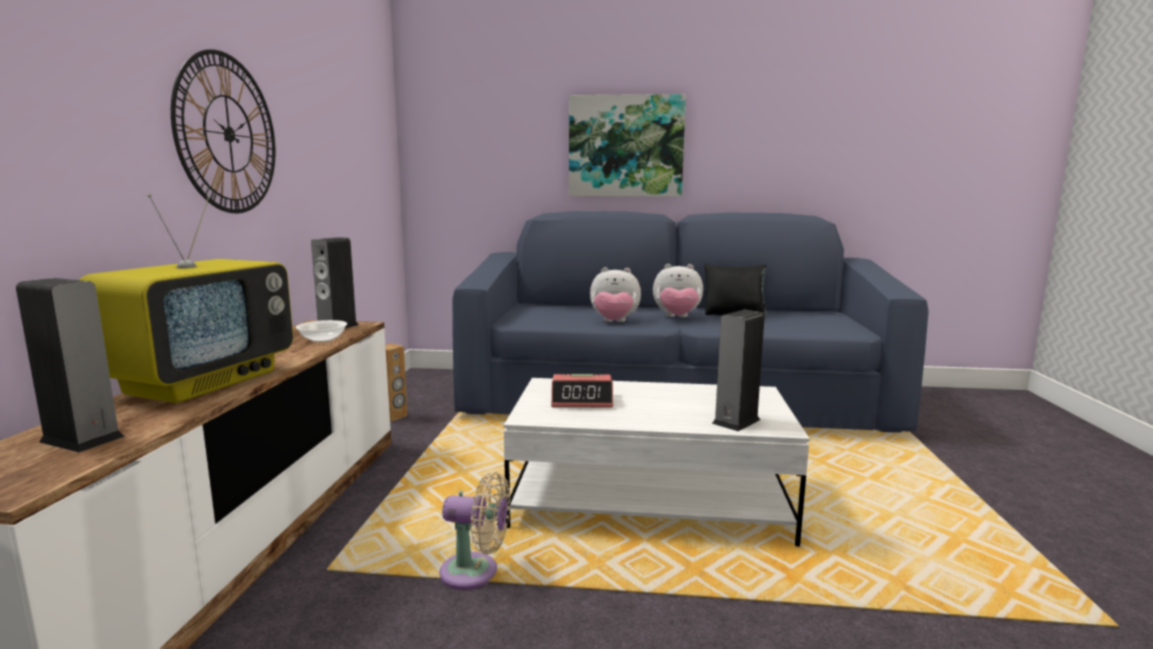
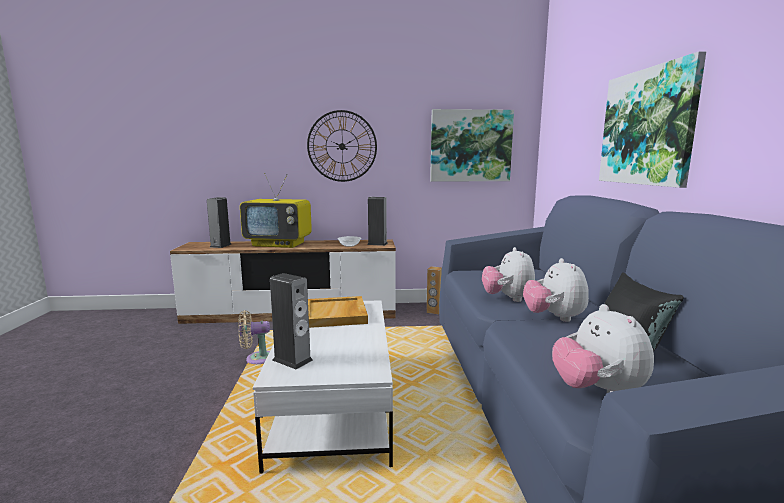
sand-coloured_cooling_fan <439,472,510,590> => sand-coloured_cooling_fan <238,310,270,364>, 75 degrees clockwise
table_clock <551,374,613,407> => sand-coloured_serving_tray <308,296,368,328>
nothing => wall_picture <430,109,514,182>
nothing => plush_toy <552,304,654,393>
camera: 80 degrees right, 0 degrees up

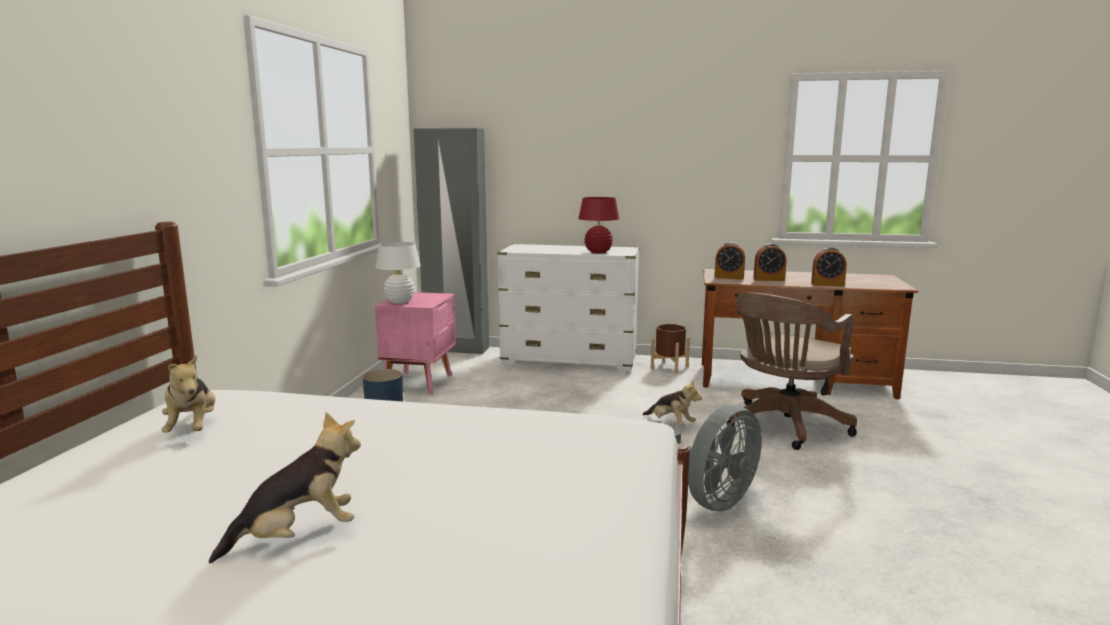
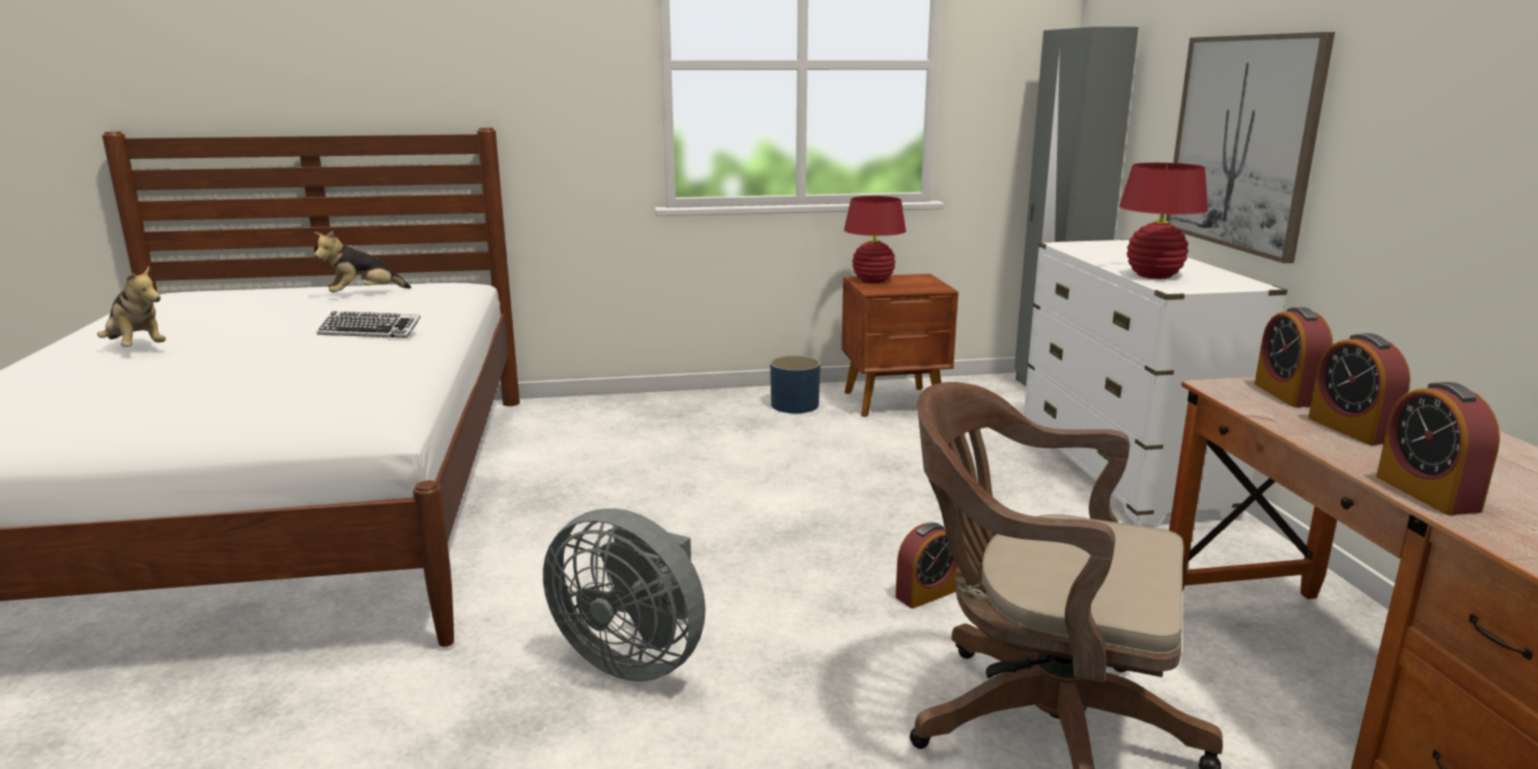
nothing => PC_keyboard <316,311,421,338>
pink_nightstand <375,292,456,395> => brown-coloured_nightstand <842,274,958,417>
whitish_tabletop_lamp <375,242,421,304> => reddish_tabletop_lamp <844,196,906,283>
plush_toy <642,380,702,425> => table_clock <895,523,958,609>
nothing => wall_picture <1166,32,1335,263>
brown-coloured_flower_pot <651,324,690,374> => nothing
camera: 70 degrees right, 5 degrees up

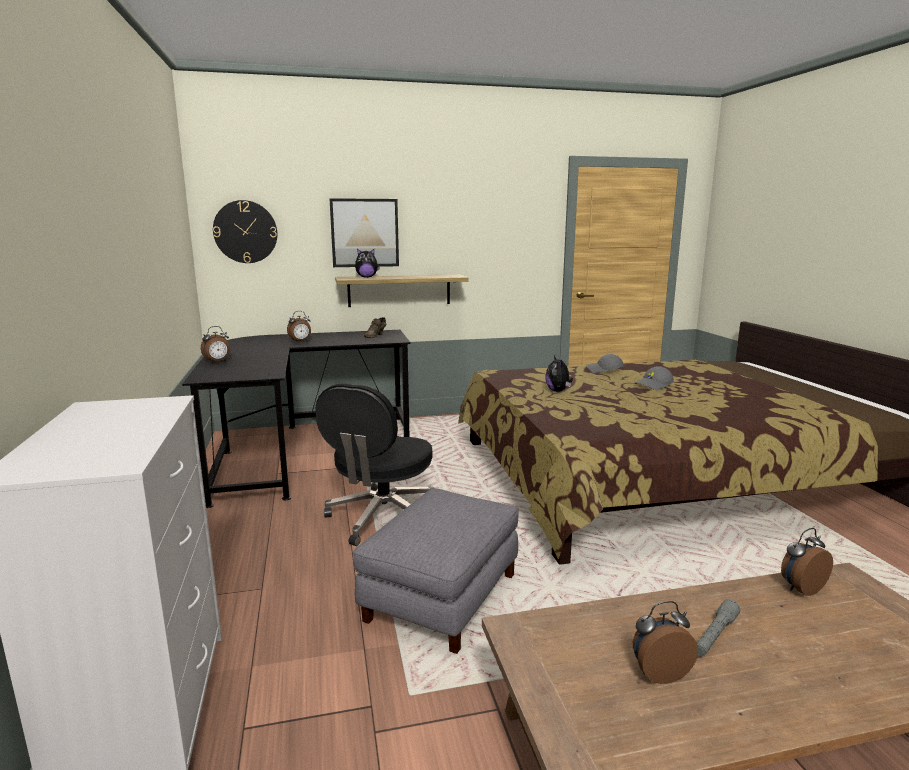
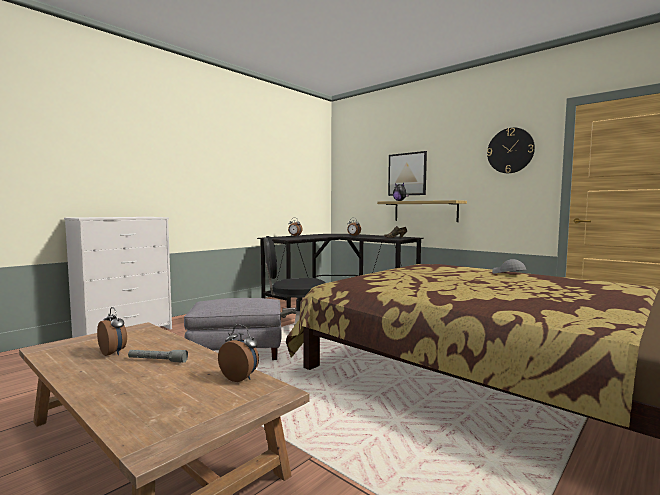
hanging_clock <213,200,277,263> => hanging_clock <487,128,535,173>, shifted
plush_toy <545,355,573,392> => nothing
gray_peaked_cap <634,366,674,390> => nothing
camera: 55 degrees right, 10 degrees down

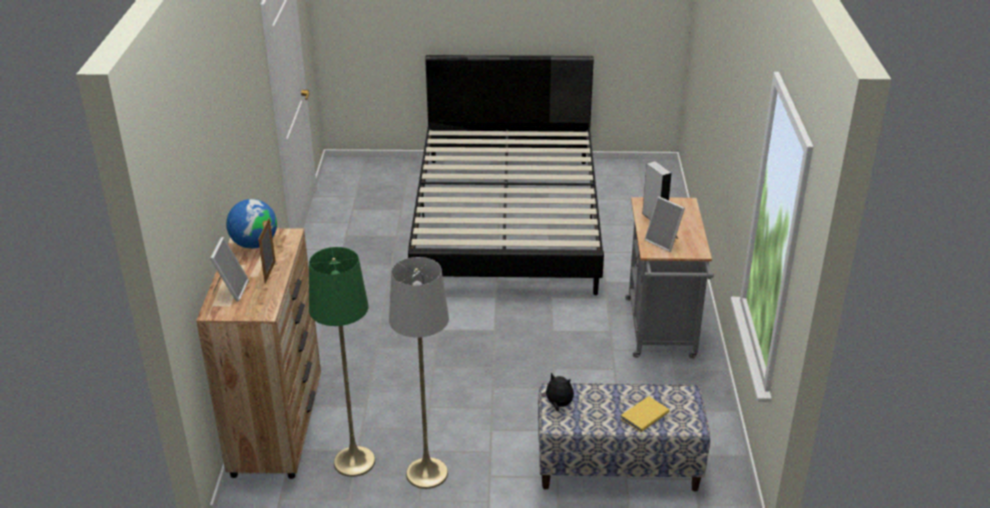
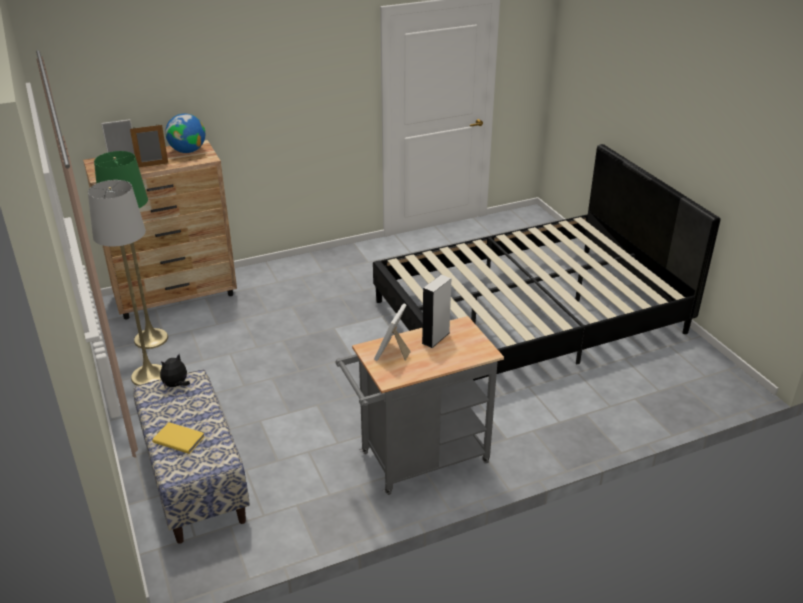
plush_toy <541,373,574,411> => plush_toy <160,354,190,387>, 135 degrees counterclockwise
camera: 65 degrees right, 0 degrees up

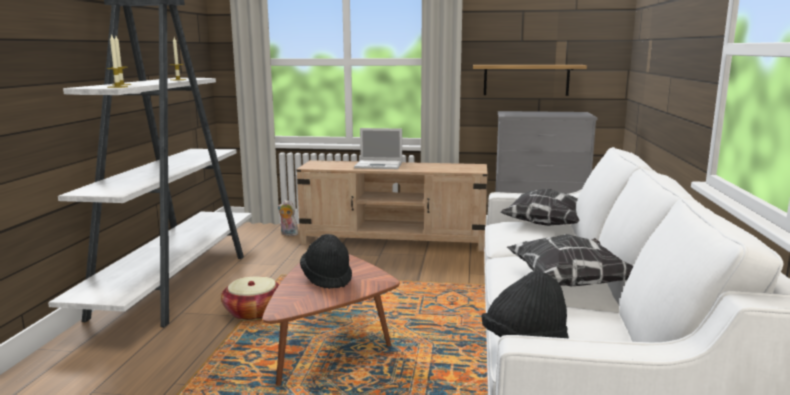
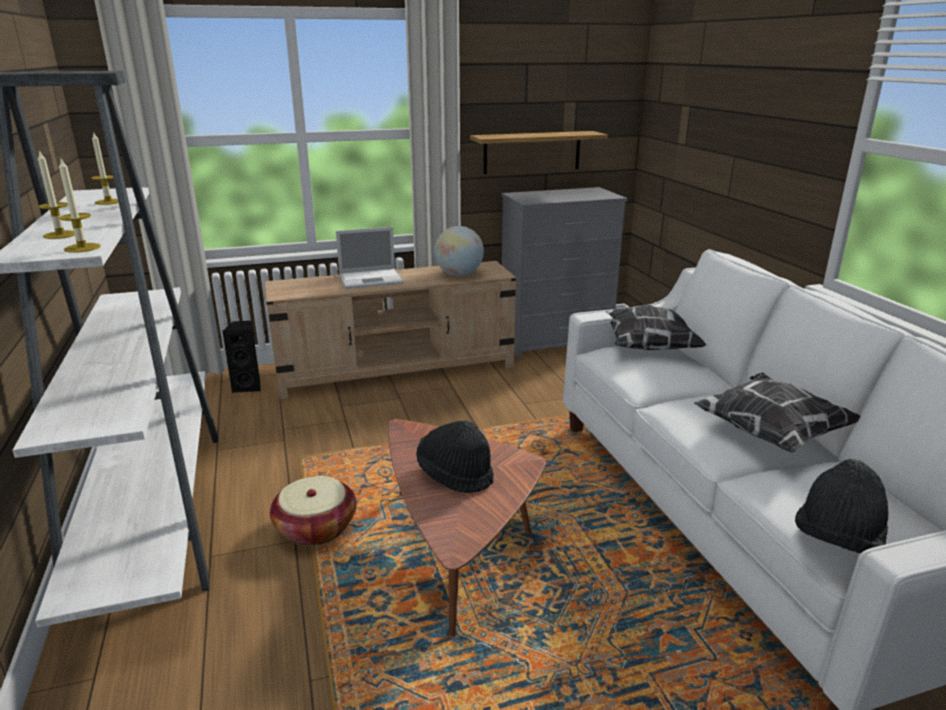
plush_toy <278,200,298,236> => black_audio_speaker <222,321,261,393>
nothing => desk_globe <434,226,484,276>
camera: 25 degrees left, 10 degrees up

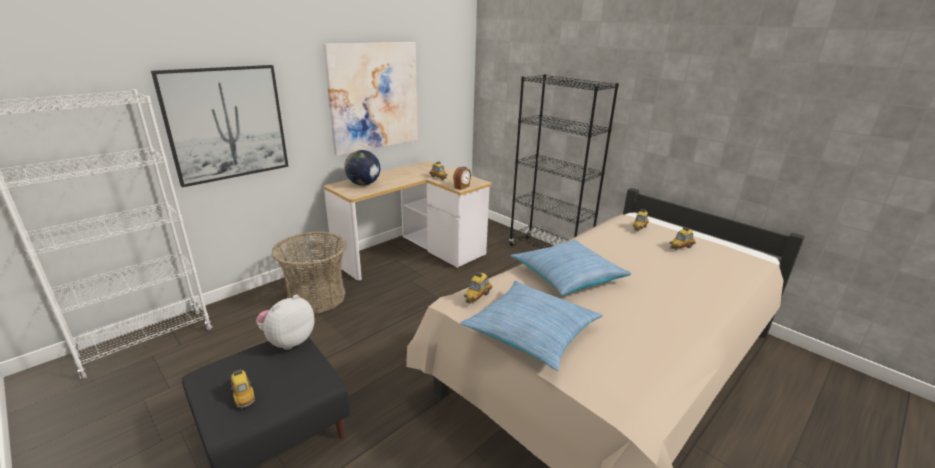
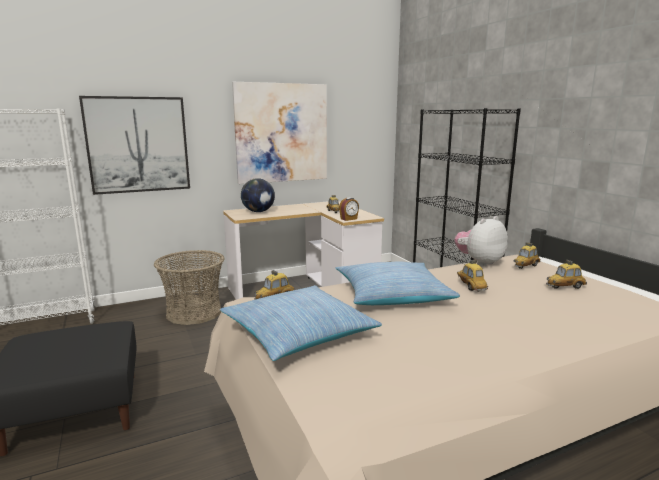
plush_toy <256,295,315,350> => plush_toy <455,216,508,266>, shifted
model_car <230,369,255,410> => model_car <457,260,488,292>, shifted
camera: 20 degrees right, 10 degrees down

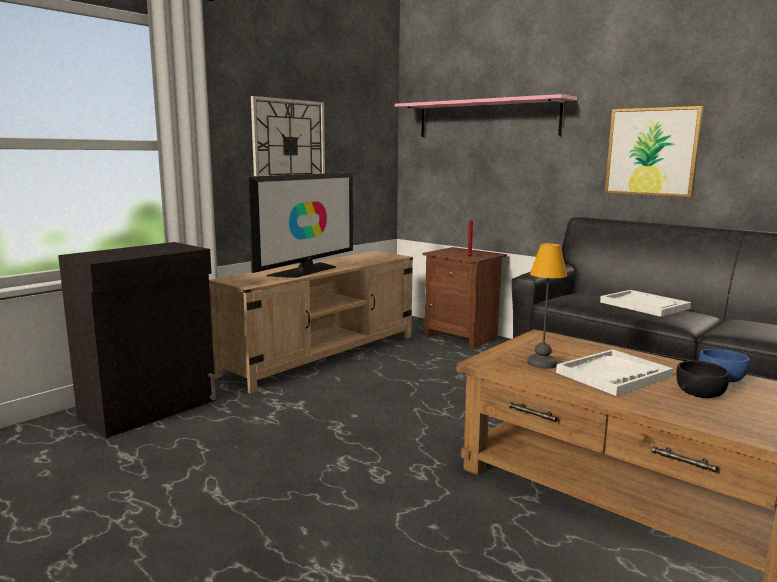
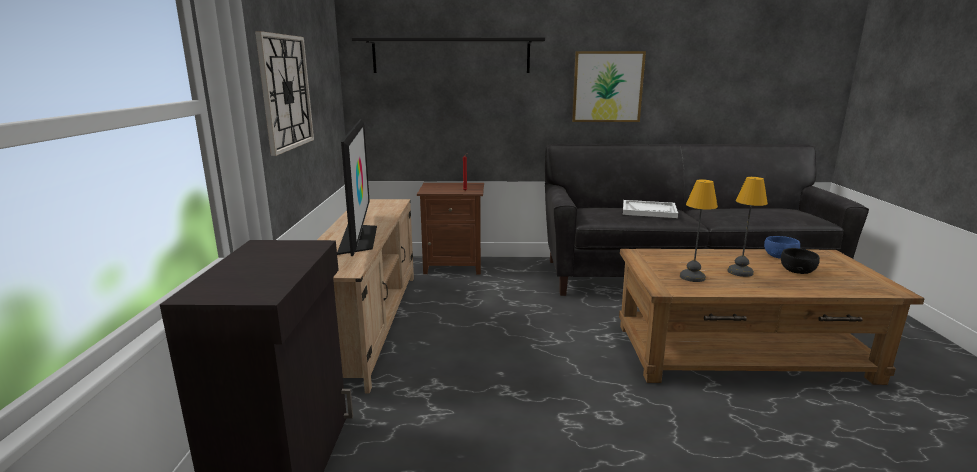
pink_bracket_shelf <395,94,577,137> => black_bracket_shelf <352,37,545,73>
whitish_serving_tray <556,349,673,396> => tabletop_lamp <728,177,768,277>
camera: 40 degrees left, 5 degrees up

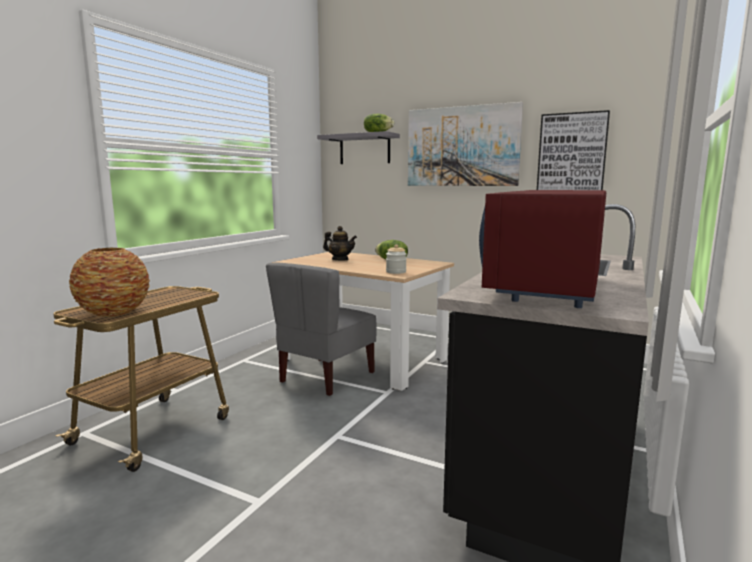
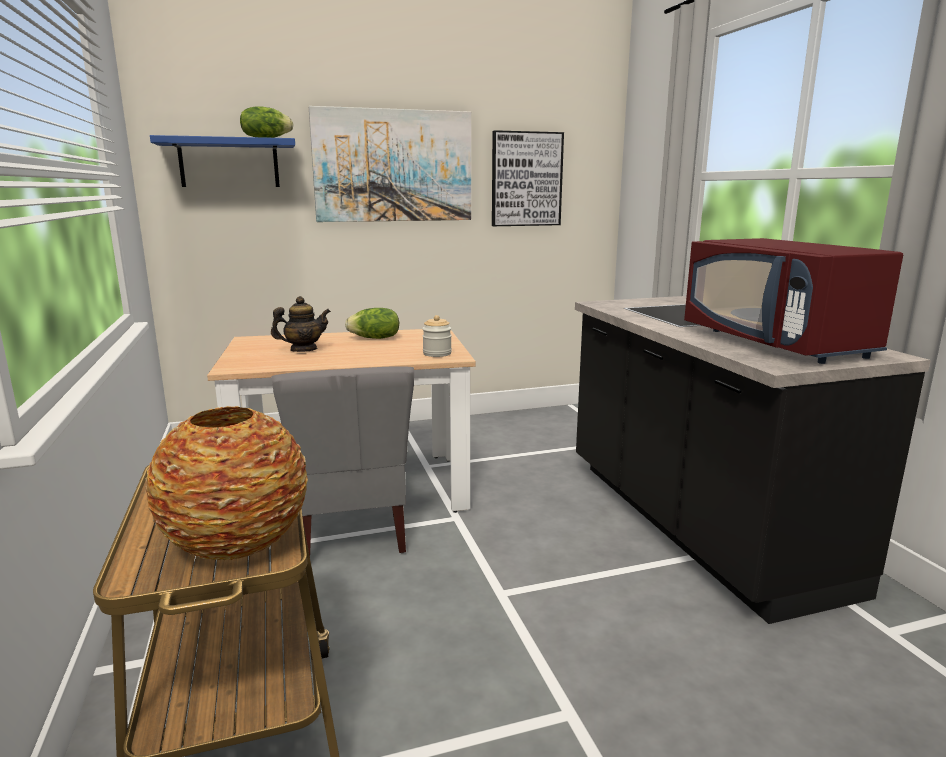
gray_bracket_shelf <317,131,400,164> => bluish_bracket_shelf <150,135,295,187>
camera: 45 degrees left, 5 degrees up

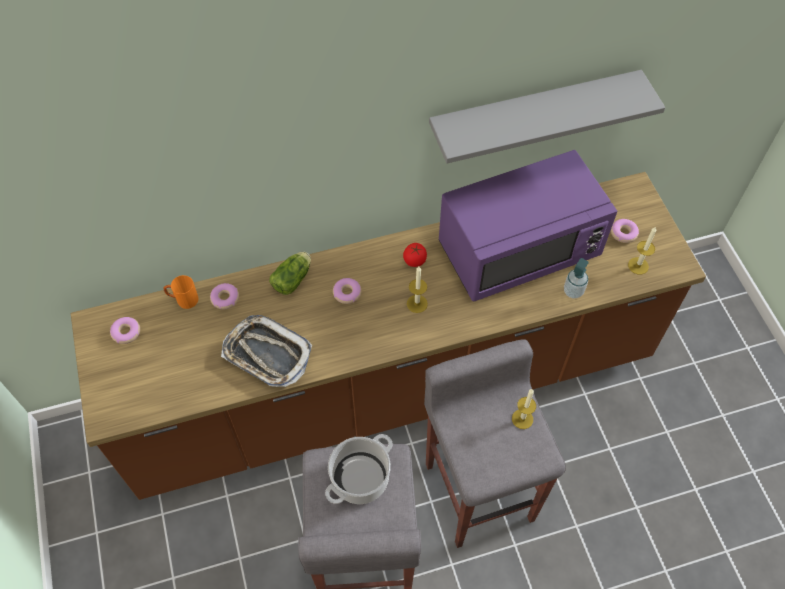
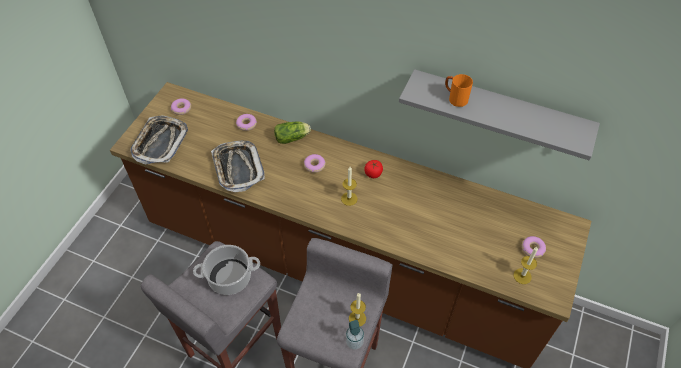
nothing => serving_tray <130,116,188,165>
liquid_soap_bottle <564,258,588,299> => liquid_soap_bottle <346,320,364,350>, shifted
orange-coloured_mug <163,275,198,309> => orange-coloured_mug <445,74,473,107>, shifted
purple_microwave <439,150,618,301> => nothing
camera: 40 degrees right, 5 degrees down

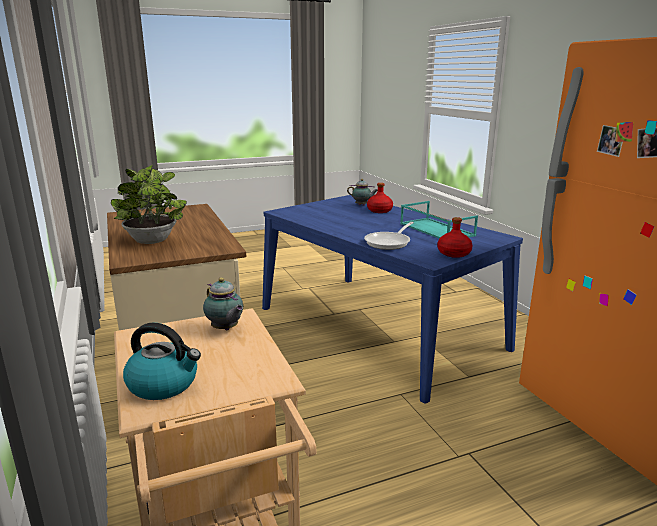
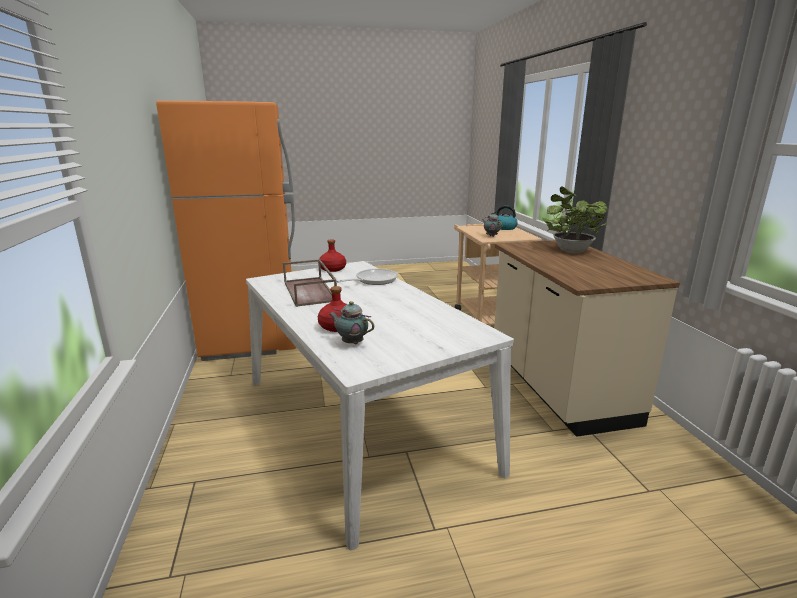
bluish_dining_table <262,195,523,404> => whitish_dining_table <246,261,514,550>
turquoise-coloured_serving_tray <400,201,478,239> => brown-coloured_serving_tray <283,259,337,307>
camera: 170 degrees left, 0 degrees up

